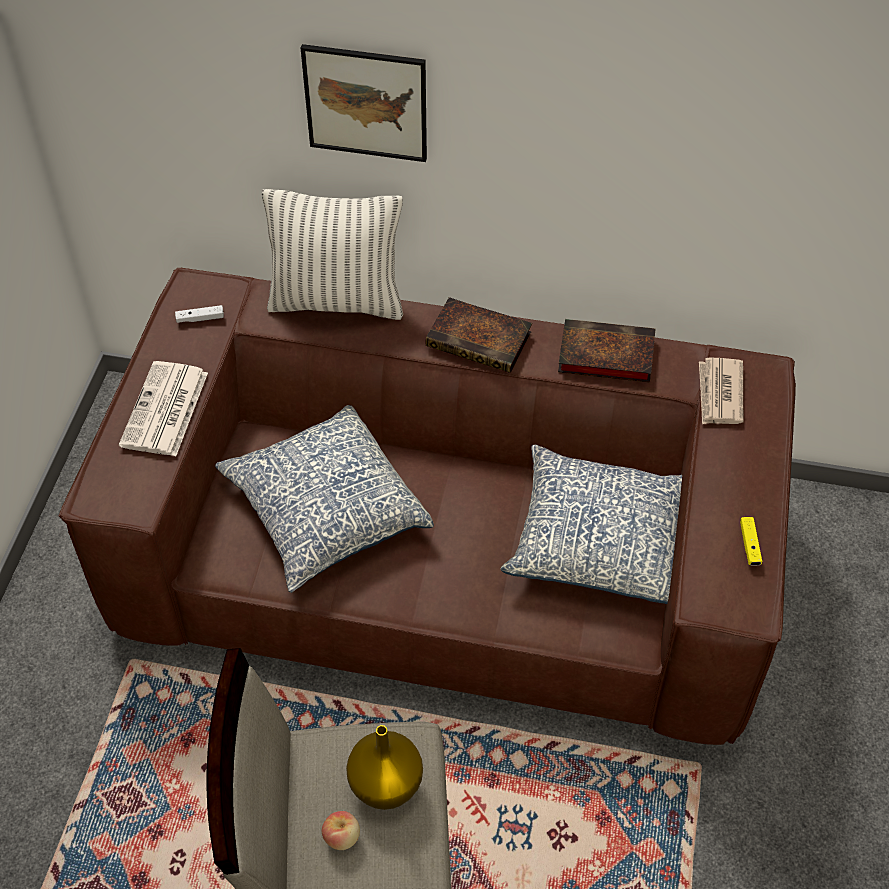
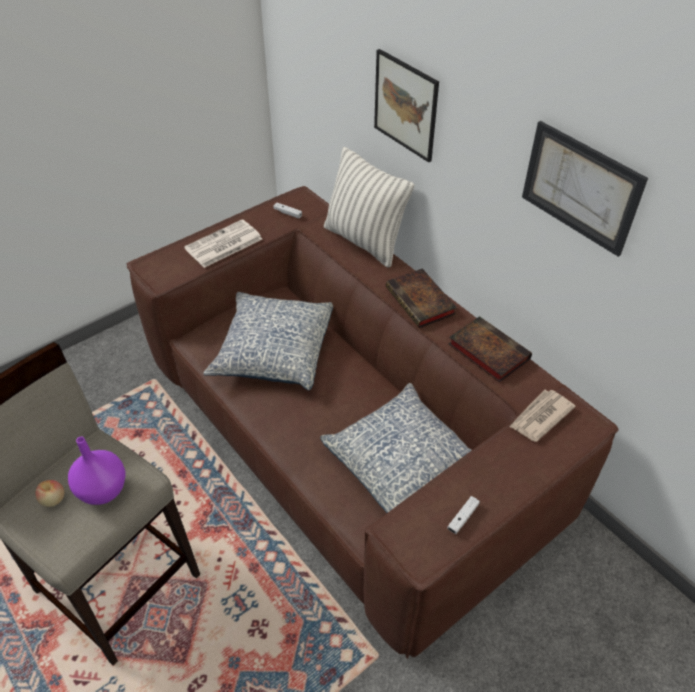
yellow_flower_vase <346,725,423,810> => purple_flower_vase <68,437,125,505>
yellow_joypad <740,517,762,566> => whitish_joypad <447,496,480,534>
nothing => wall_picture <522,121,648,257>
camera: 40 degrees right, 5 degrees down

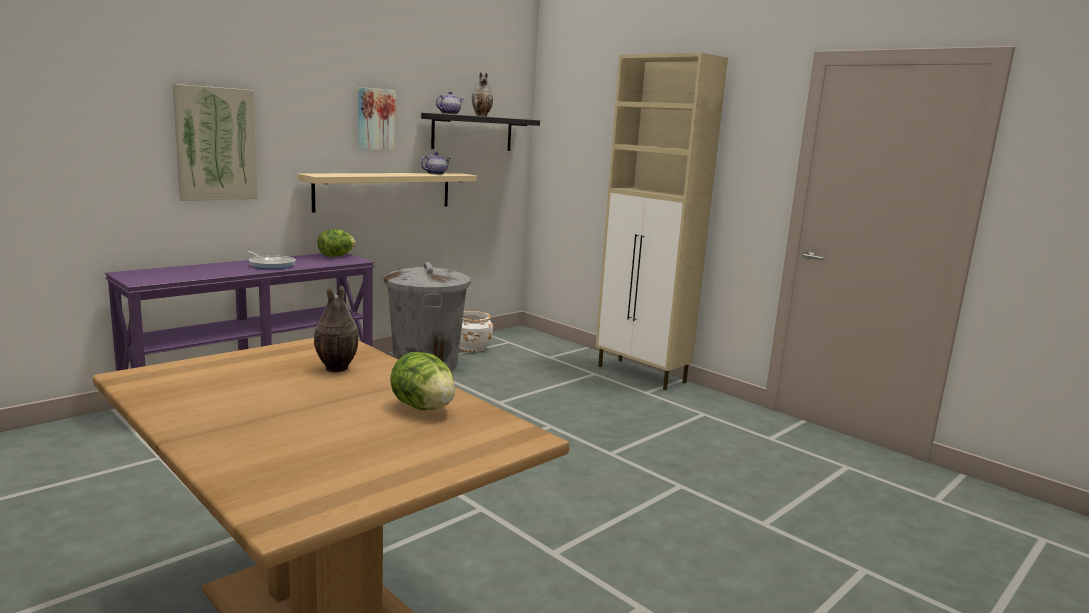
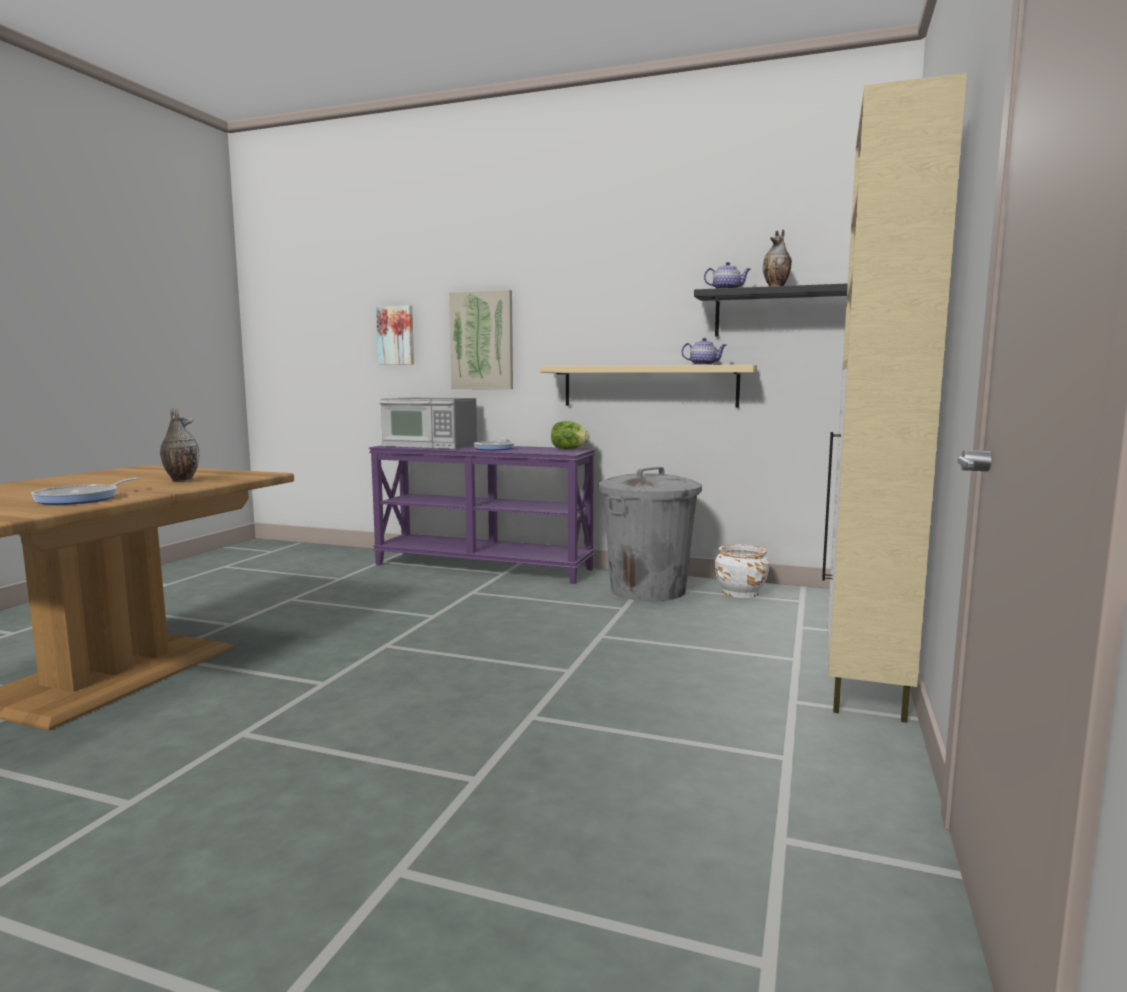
lettuce_head <390,352,455,410> => skillet <31,478,140,505>
wall_picture <358,87,396,150> => wall_picture <376,305,414,365>, shifted
nothing => microwave <379,397,477,449>
camera: 65 degrees right, 5 degrees down

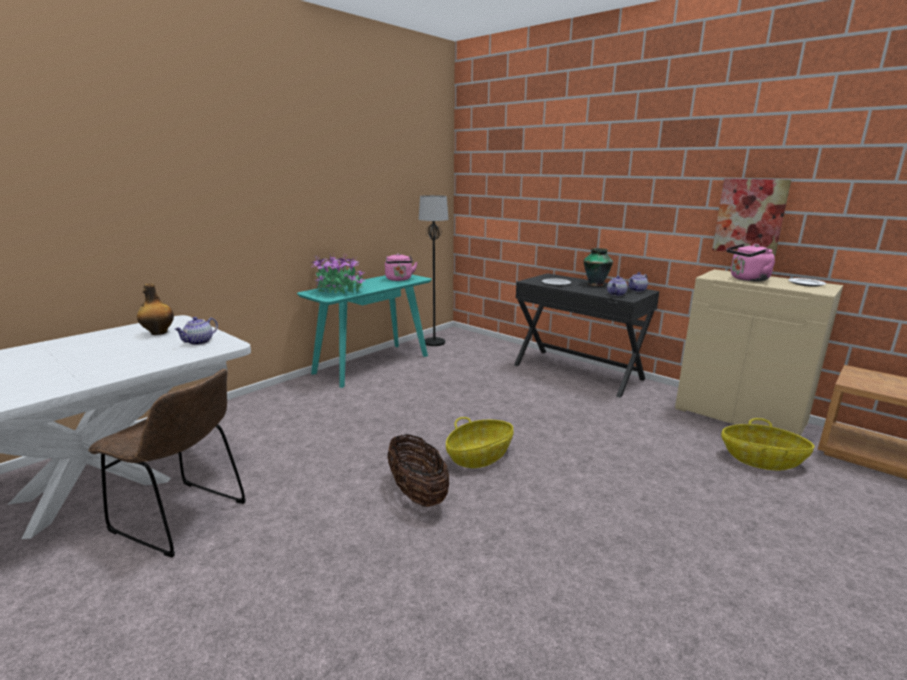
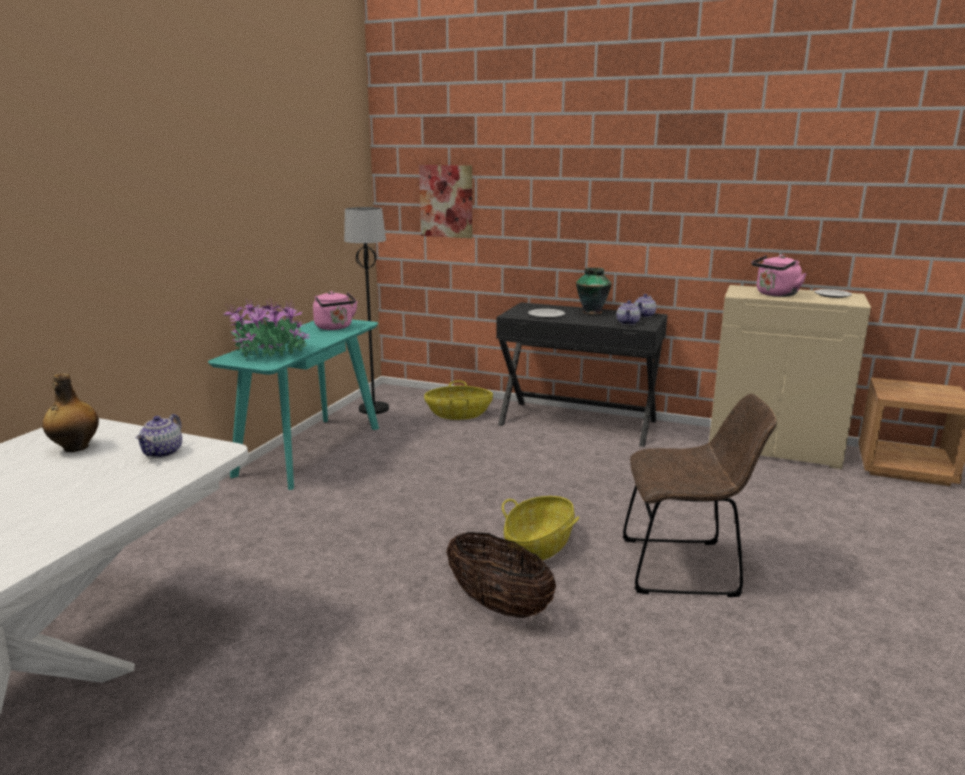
wall_picture <712,179,791,257> => wall_picture <419,165,472,238>, shifted
household_basket <721,418,814,470> => household_basket <424,380,493,420>, shifted
brown-coloured_chair <88,369,246,558> => brown-coloured_chair <623,394,777,597>, shifted
camera: 20 degrees left, 0 degrees up

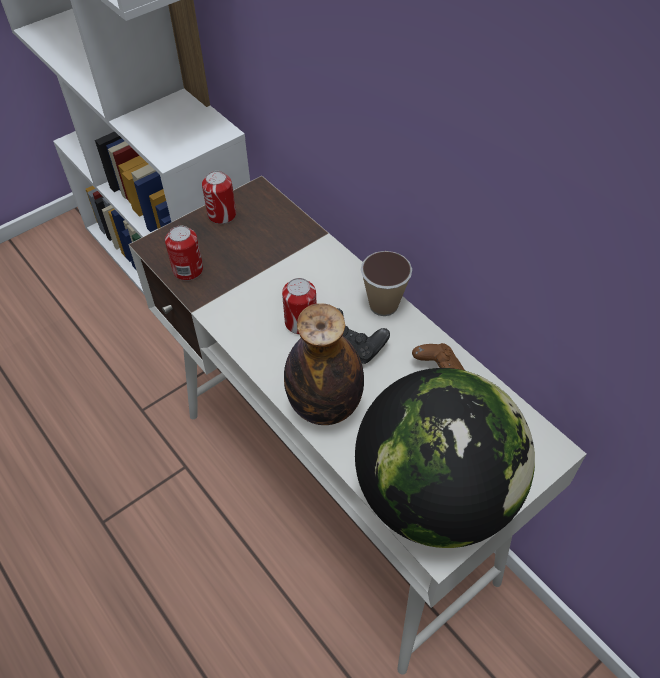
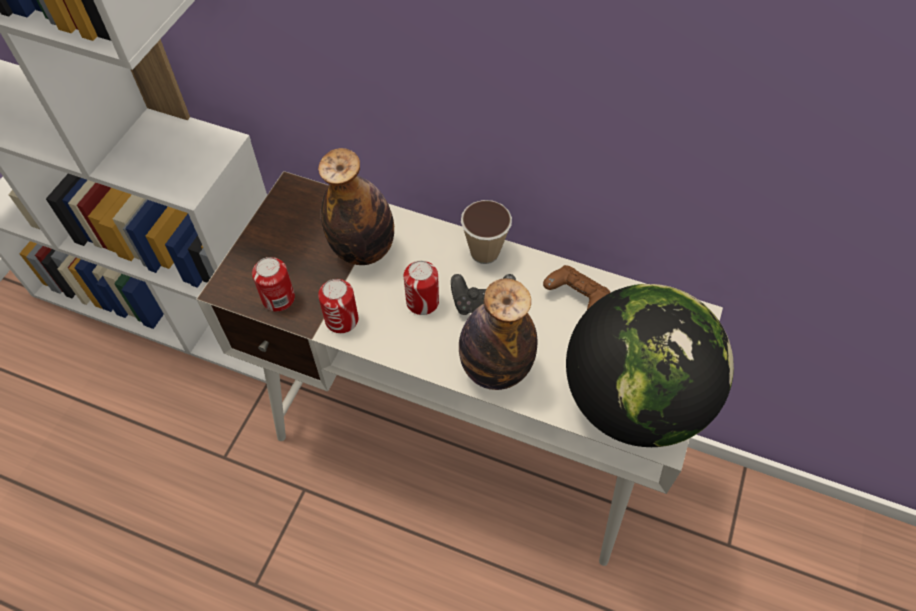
nothing => beverage_bottle <318,148,394,265>
sealed_can <202,171,236,224> => sealed_can <318,279,358,333>, shifted
camera: 30 degrees left, 5 degrees up

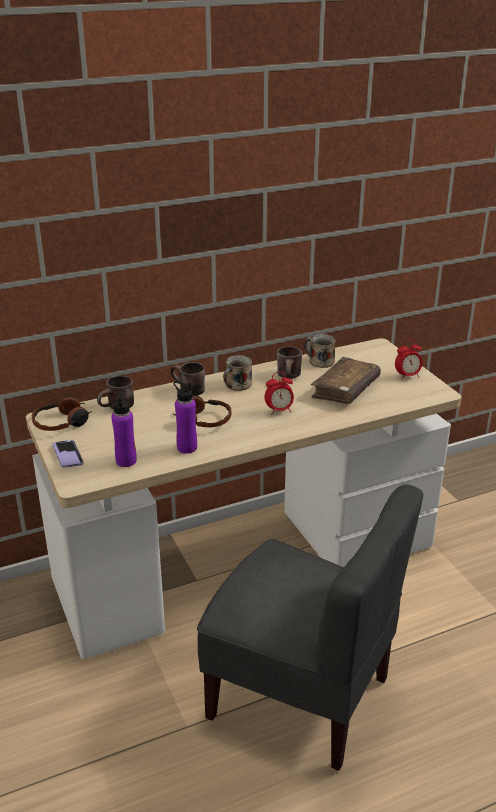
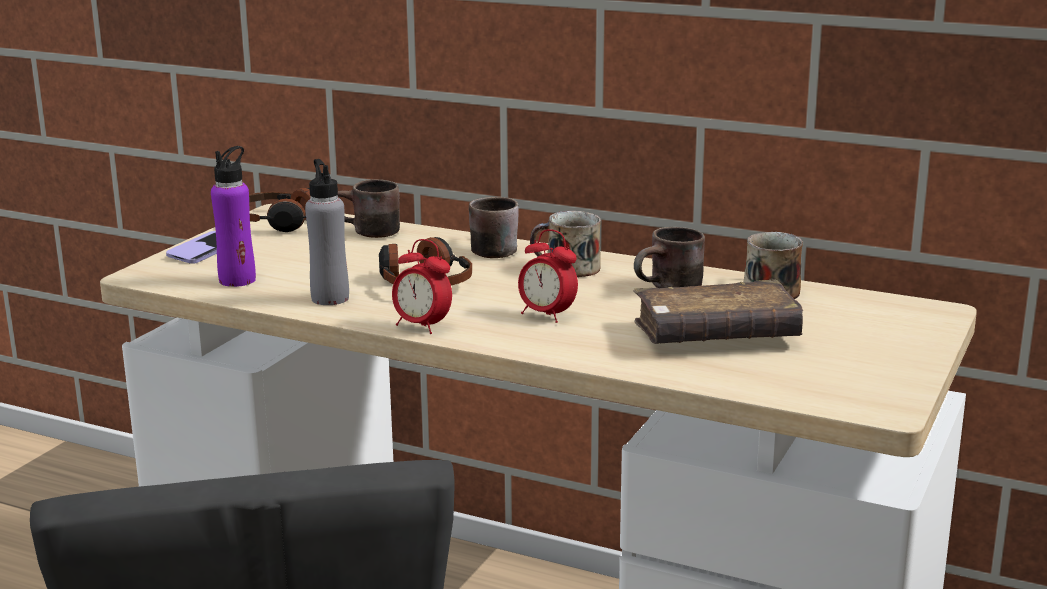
purple_beverage_bottle <174,381,197,453> => gray_beverage_bottle <305,159,349,305>
table_clock <395,339,423,380> => table_clock <392,239,452,334>, shifted
camera: 50 degrees right, 10 degrees down

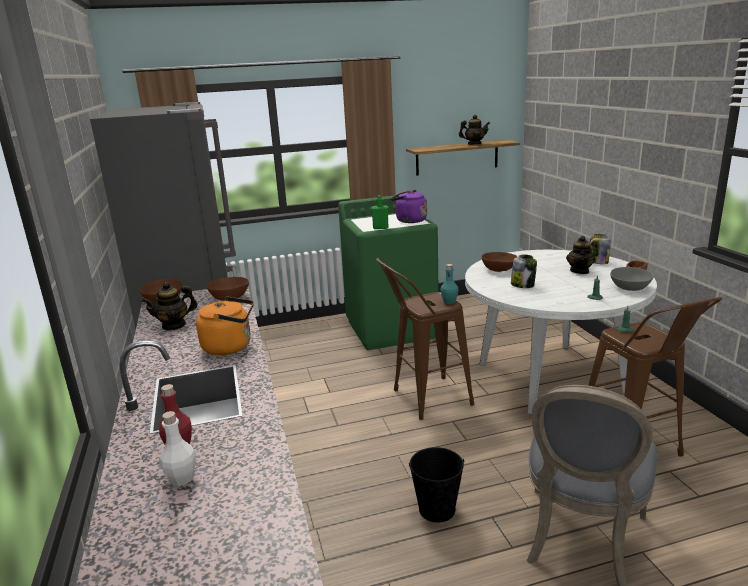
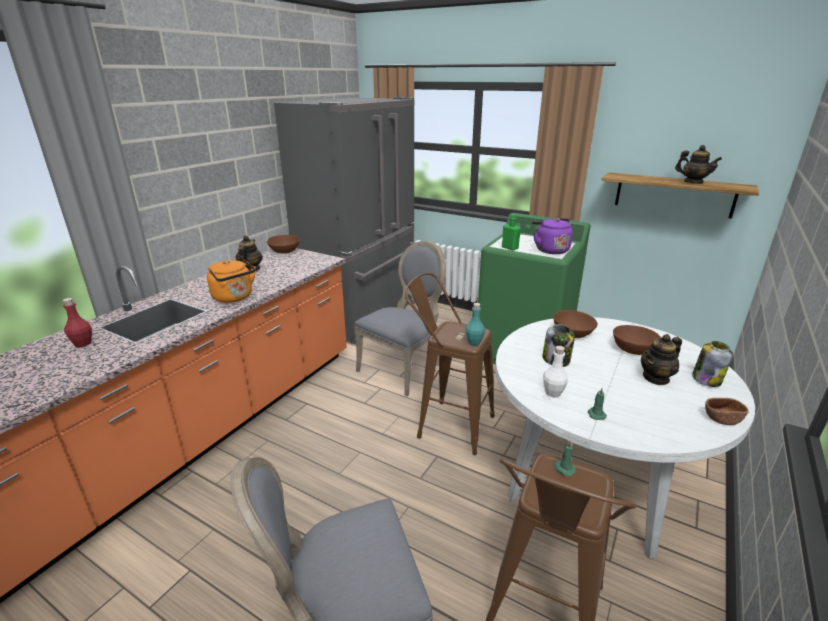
teapot <142,282,197,331> => teapot <236,235,263,271>, 75 degrees clockwise
nothing => gray_chair <354,241,446,396>
whitish_beverage_bottle <159,411,196,486> => whitish_beverage_bottle <543,346,568,398>, shifted
brown-coloured_deep_dish <206,277,249,301> => brown-coloured_deep_dish <613,325,661,355>, shifted
black_bucket <409,447,465,523> => nothing
gray_deep_dish <610,267,654,291> => nothing
camera: 45 degrees right, 5 degrees up

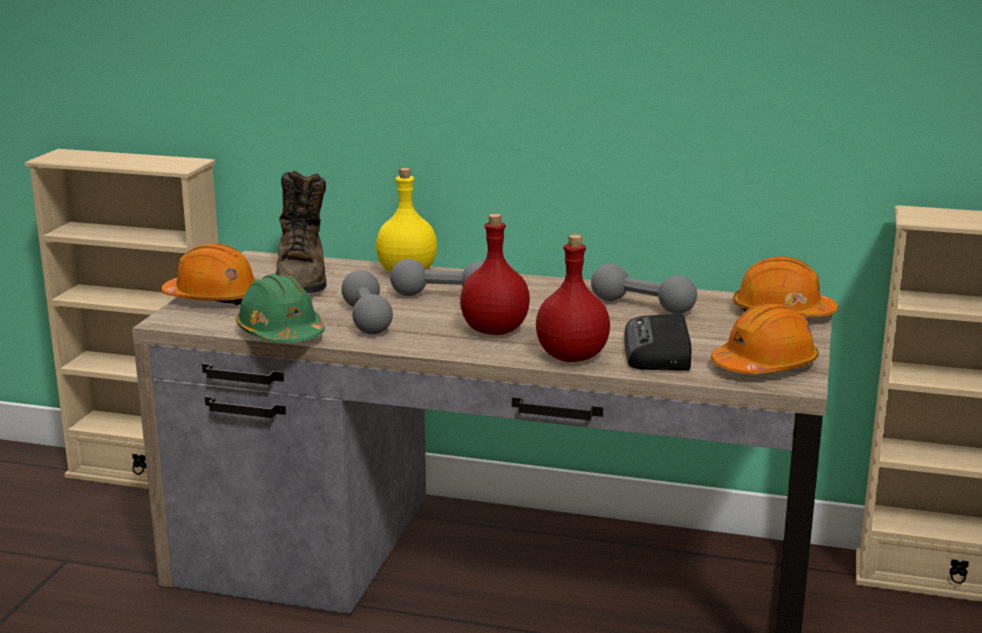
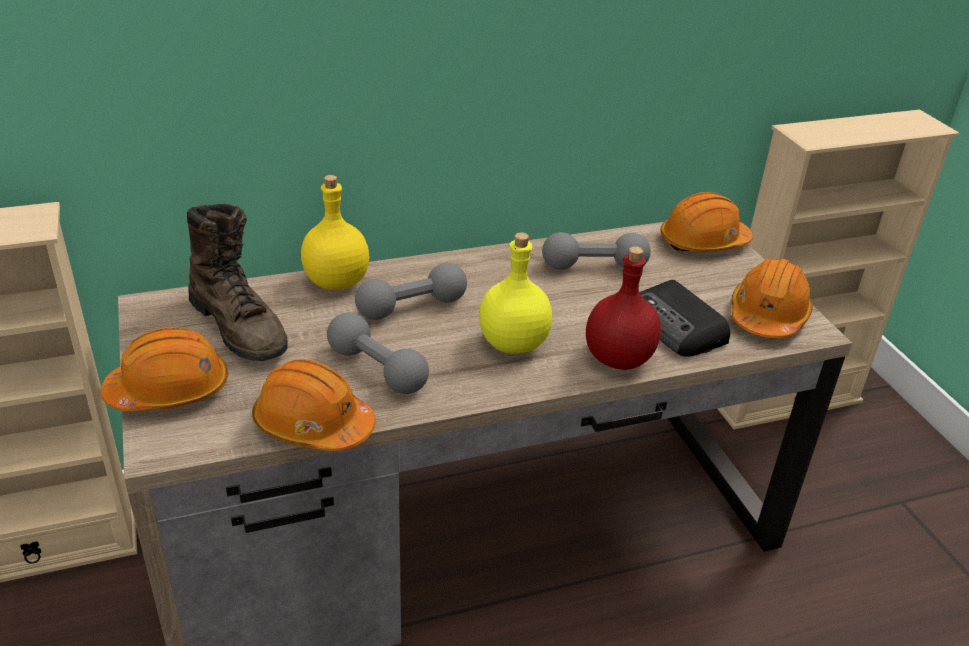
green_safety_helmet <236,274,325,343> => orange-coloured_safety_helmet <252,359,376,451>
reddish_beverage_bottle <460,214,530,335> => yellow_beverage_bottle <479,232,552,354>
camera: 35 degrees left, 15 degrees up

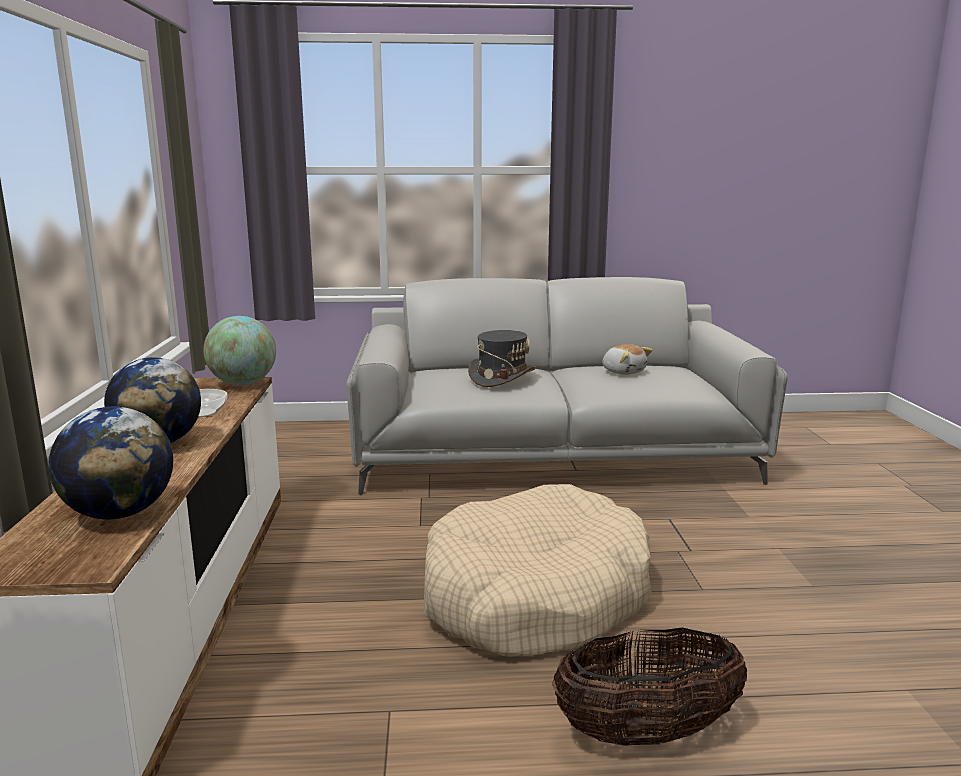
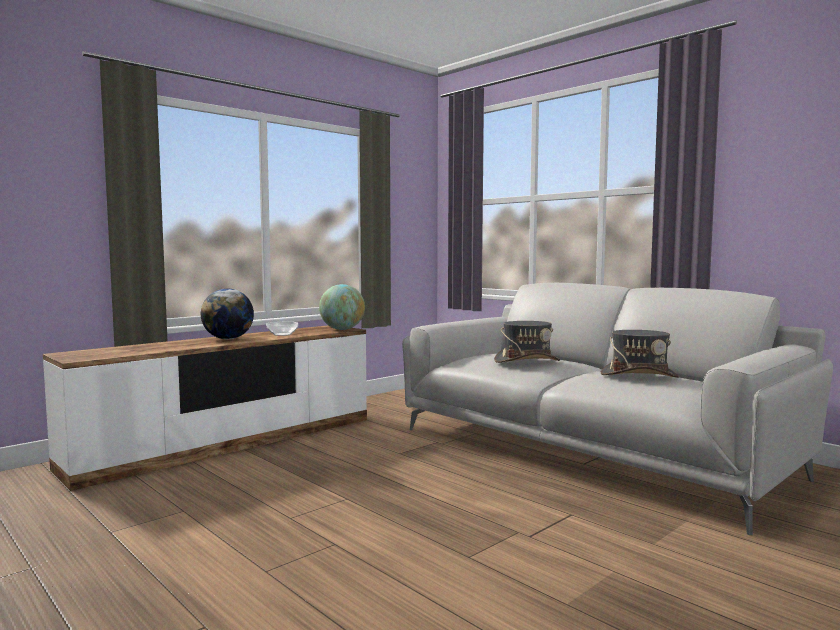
plush_toy <603,344,653,375> => gray_hat <601,330,679,378>
desk_globe <48,406,173,520> => nothing
sand-coloured_dog_cushion <424,484,651,657> => nothing
household_basket <552,628,747,746> => nothing
camera: 50 degrees right, 10 degrees down

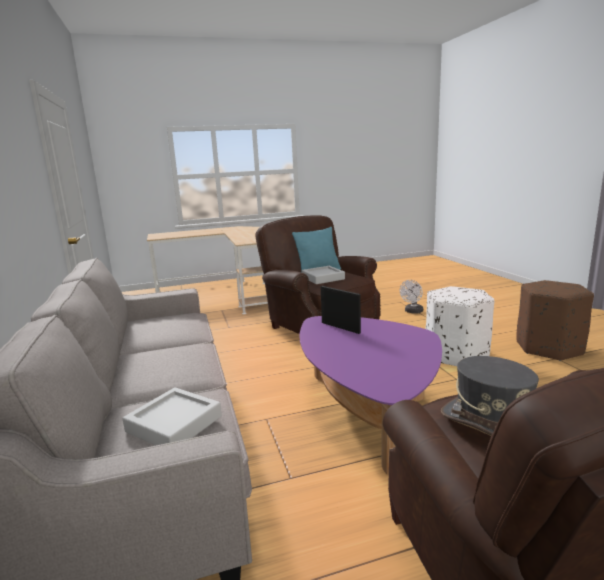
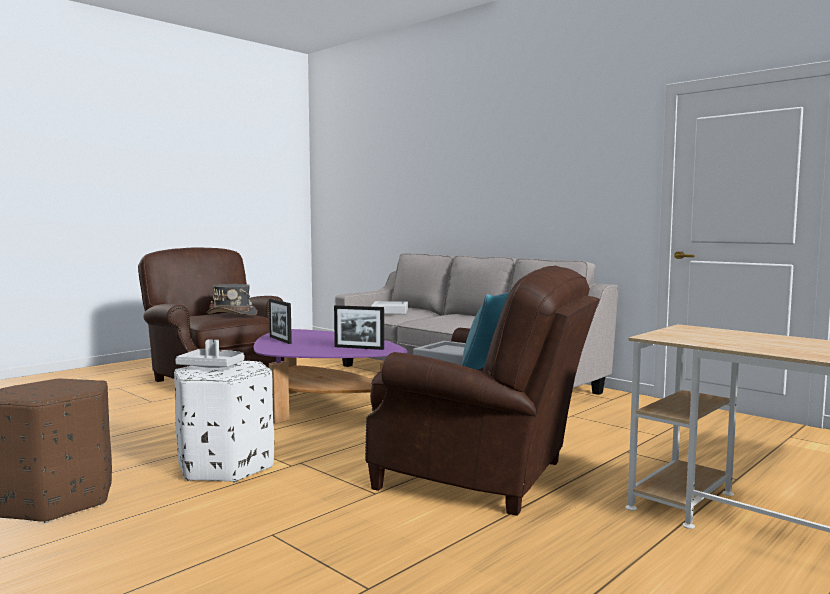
nothing => gray_serving_tray <175,339,244,368>
nothing => photo_frame <269,299,292,344>
whitish_cooling_fan <400,280,423,314> => nothing
camera: 150 degrees right, 10 degrees down

